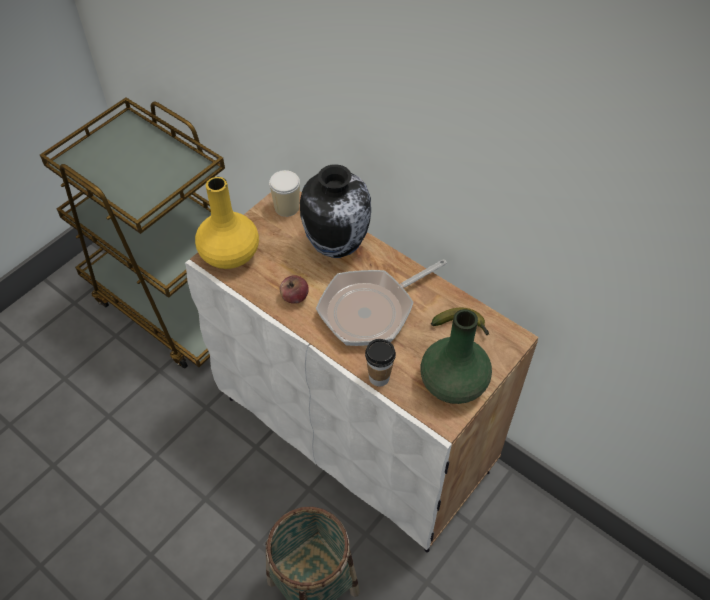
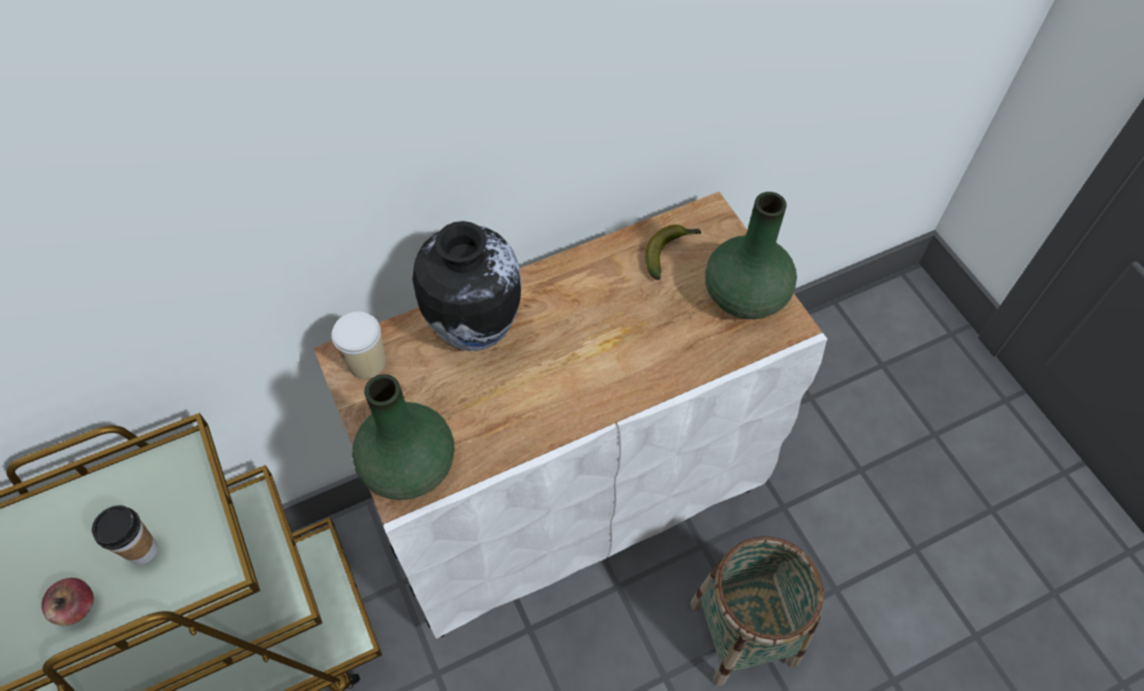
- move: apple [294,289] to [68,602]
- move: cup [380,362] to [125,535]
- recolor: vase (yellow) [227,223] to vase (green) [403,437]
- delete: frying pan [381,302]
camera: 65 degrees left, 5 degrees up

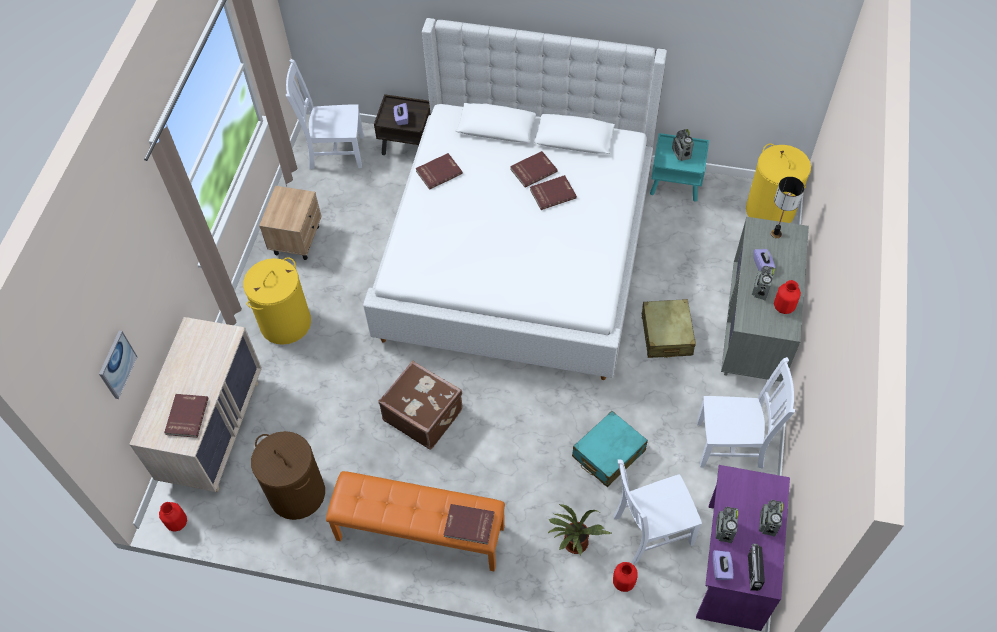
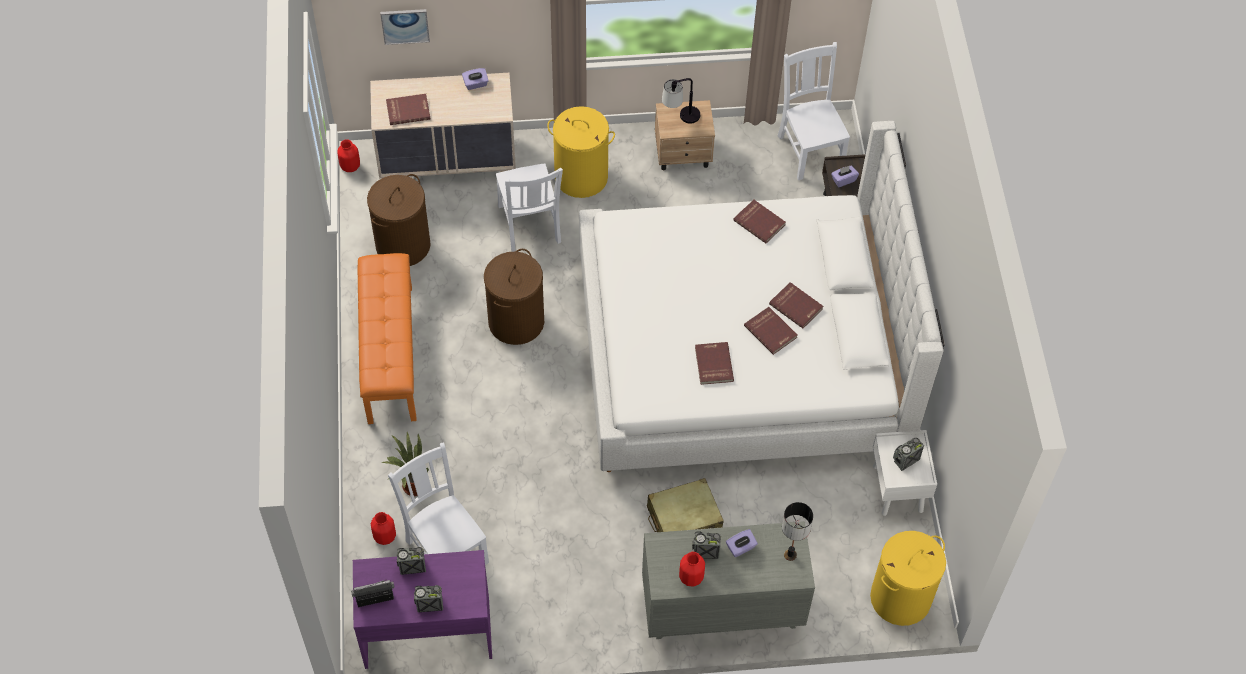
- move: tissue box (purple) [723,565] to [475,79]
- replace: suitcase (brown) [420,405] to laundry basket (brown) [514,297]
- move: chair (white) [746,413] to [529,208]
- insert: table lamp [681,101]
- move: book (red) [469,524] to [714,363]
- recolor: nightstand (turquoise) [679,167] to nightstand (white) [905,473]
- delete: suitcase (turquoise) [610,449]
camera: 70 degrees right, 0 degrees up

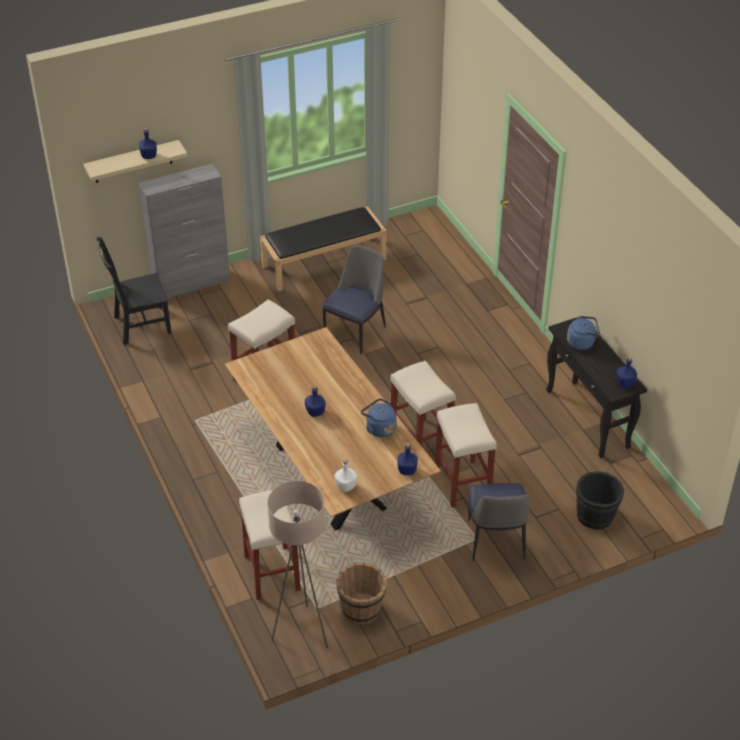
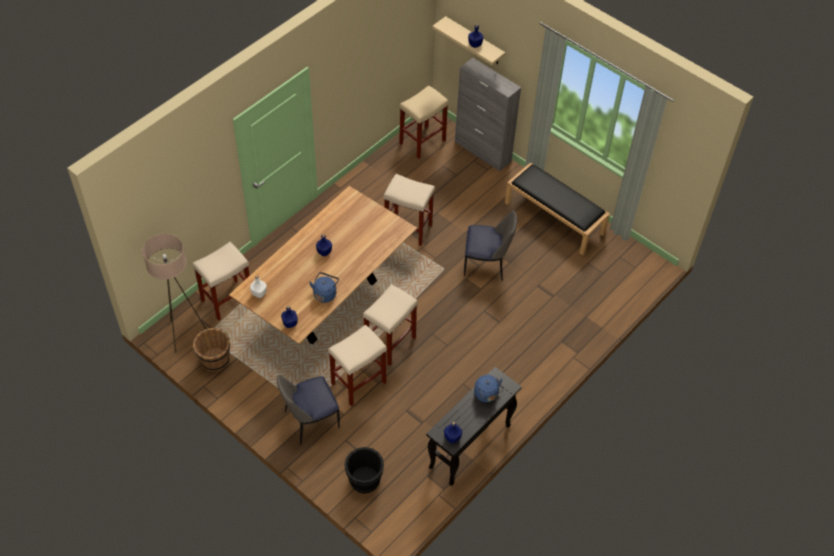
- replace: chair (black) [134,291] to stool (beige) [424,122]
camera: 65 degrees right, 10 degrees up

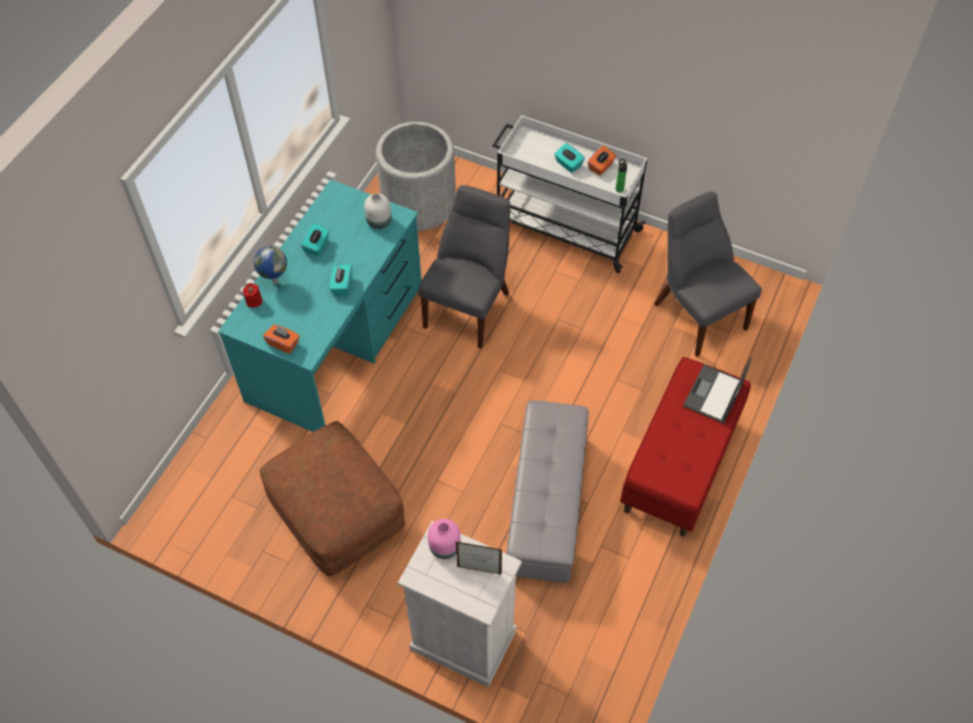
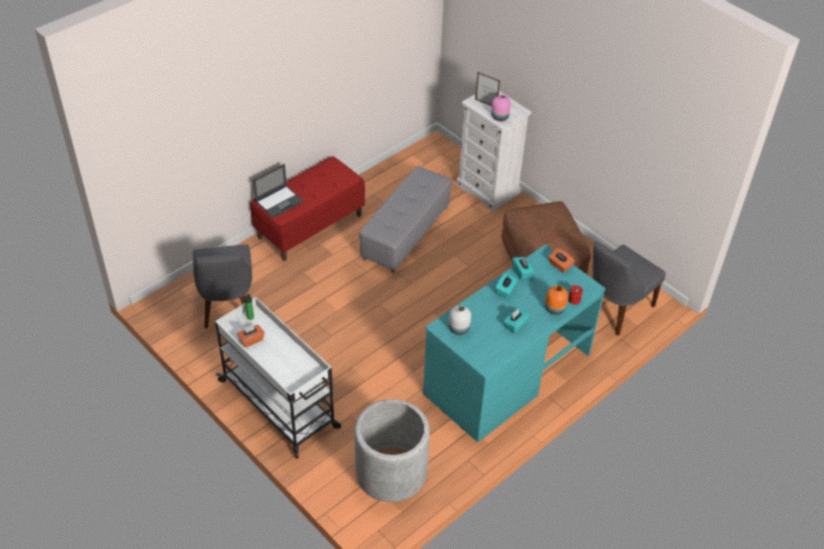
- move: tissue box (turquoise) [569,158] to [523,268]
- replace: globe [270,265] to vase (orange) [556,300]
- move: chair (grey) [464,267] to [629,288]
camera: 160 degrees left, 10 degrees down

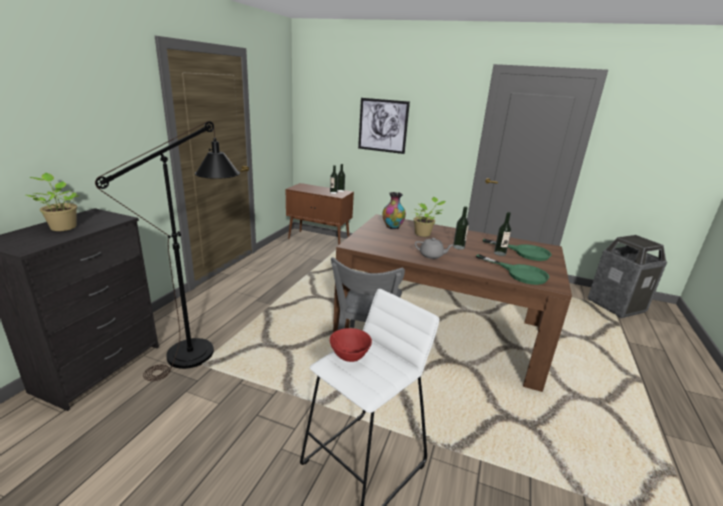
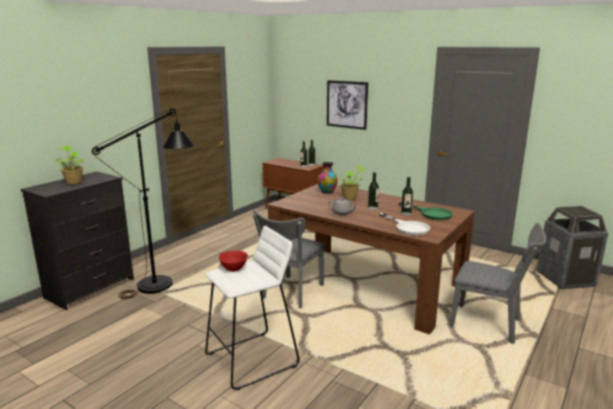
- recolor: frying pan (green) [512,269] to frying pan (white) [404,224]
- insert: chair (grey) [497,283]
camera: 15 degrees right, 5 degrees down

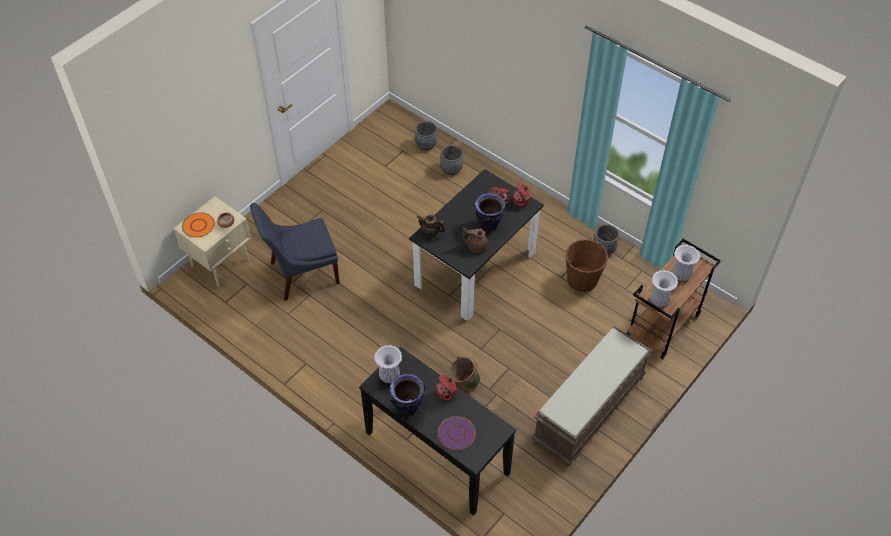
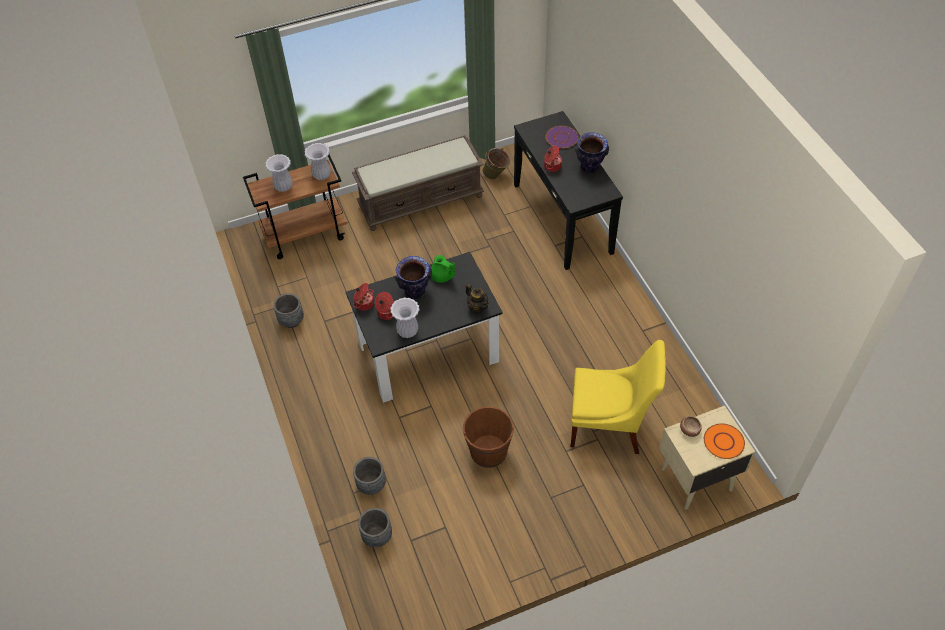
- move: vase (white) [388,364] to [405,317]
- recolor: teapot (brown) [475,240] to teapot (green) [443,269]
- move: bucket (brown) [586,265] to [488,437]
- move: bucket (green) [464,372] to [496,164]
- recolor: chair (blue) [295,252] to chair (yellow) [618,397]
camera: 150 degrees left, 0 degrees up

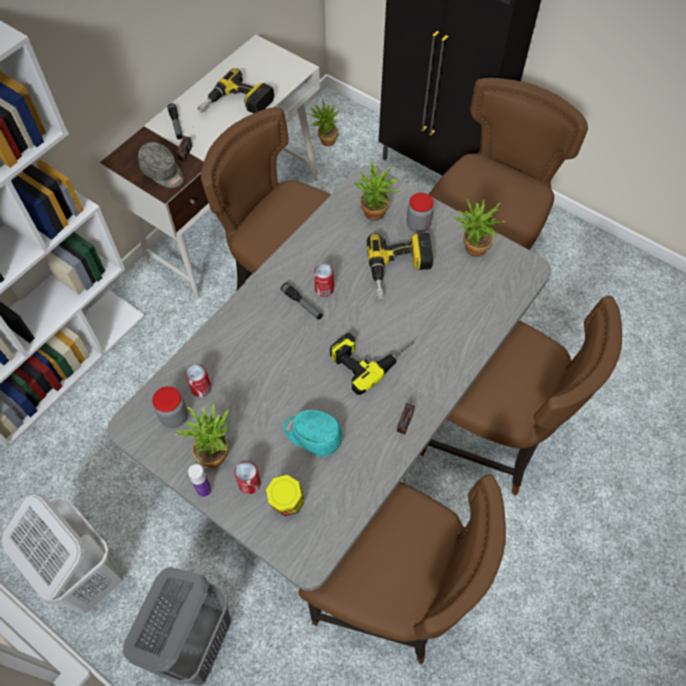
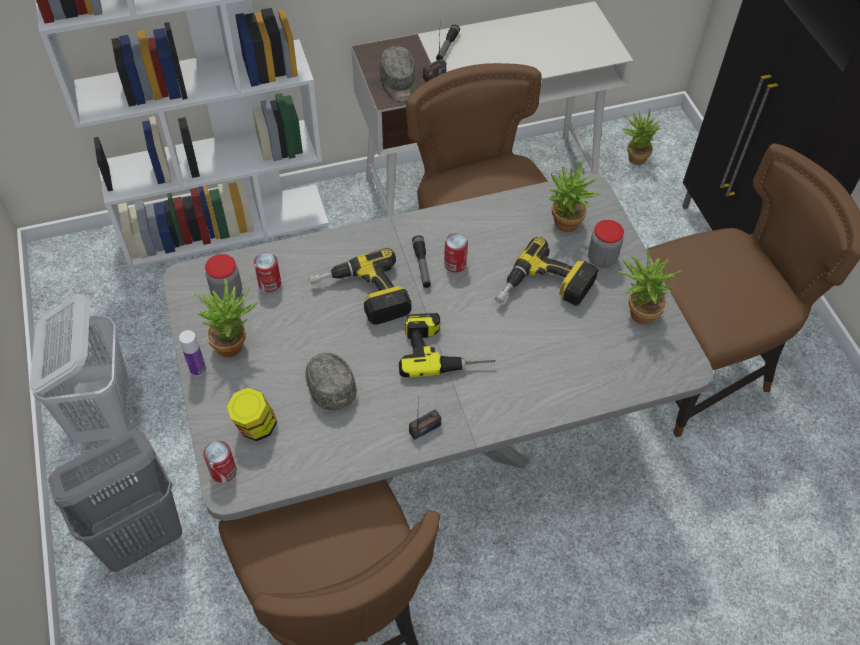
- move: can [247,477] to [220,462]
- recolor: cap (turquoise) [313,433] to cap (grey) [331,382]
- move: power drill [235,91] to [360,286]
- delete: chair (brown) [521,395]
camera: 35 degrees right, 5 degrees down

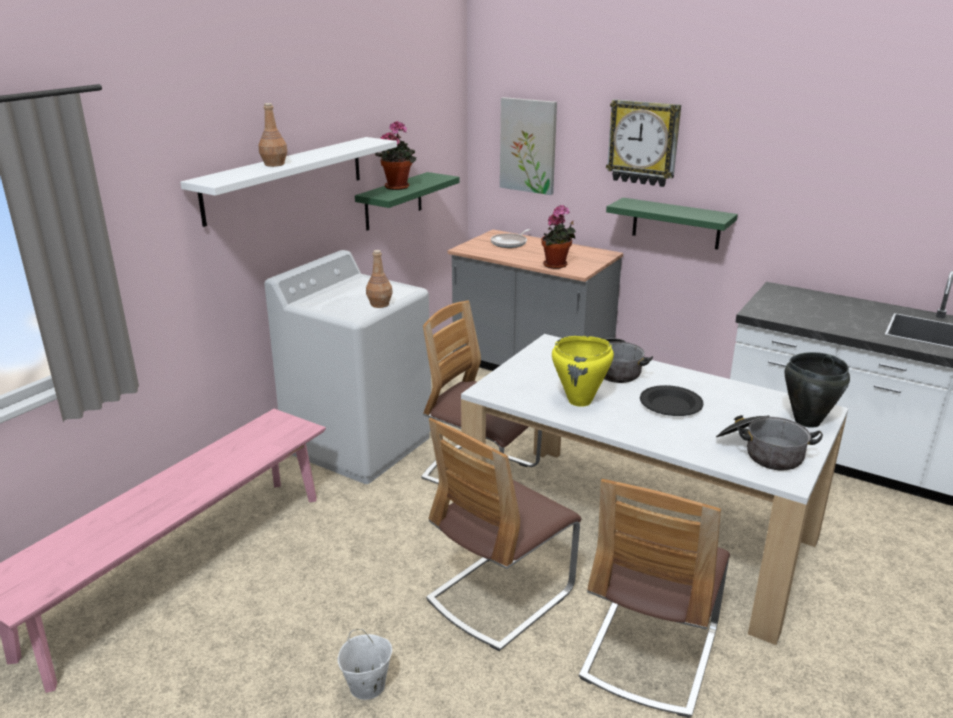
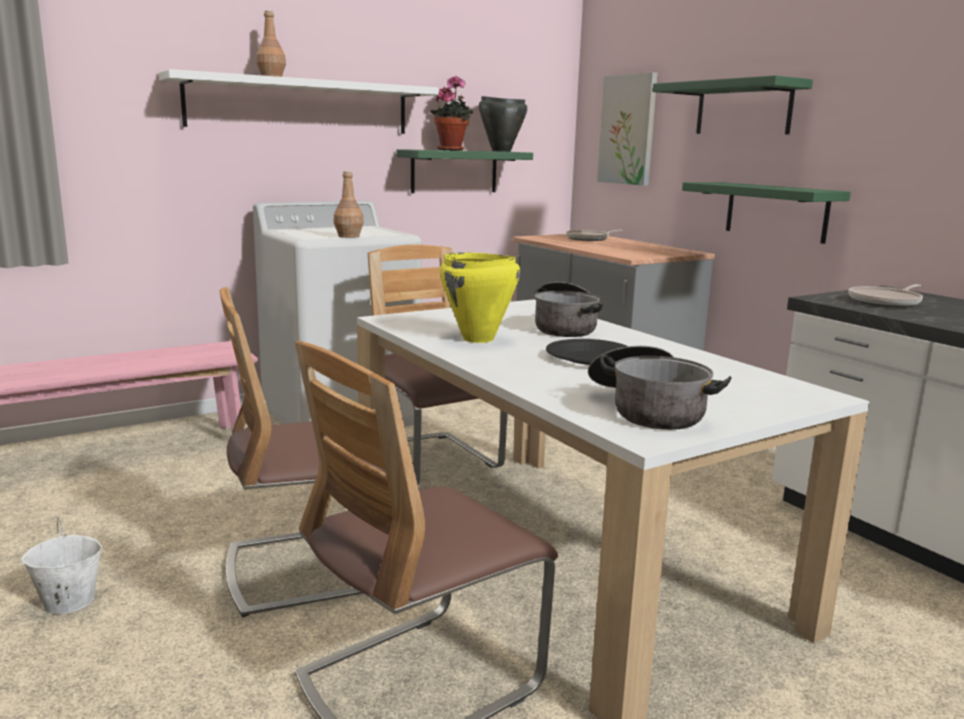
- move: cooking pot (black) [817,390] to [503,124]
- replace: wall clock [643,143] to shelf (green) [733,104]
- insert: frying pan [885,295]
- delete: potted plant [558,237]
camera: 25 degrees right, 10 degrees down

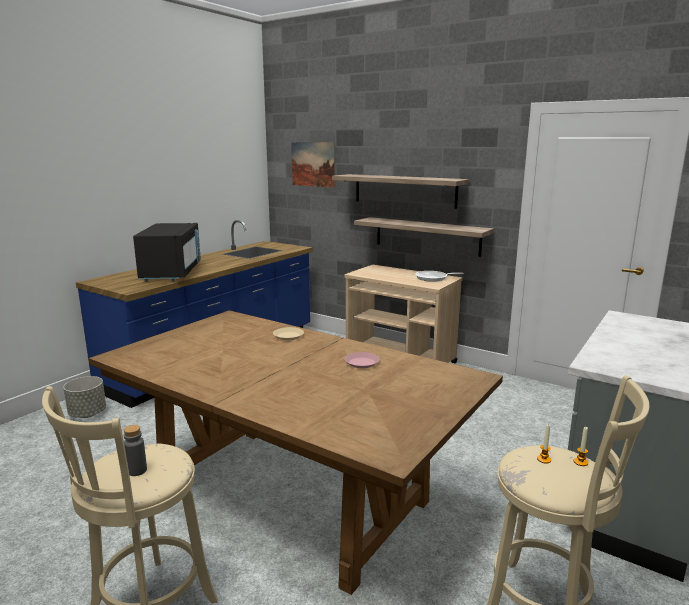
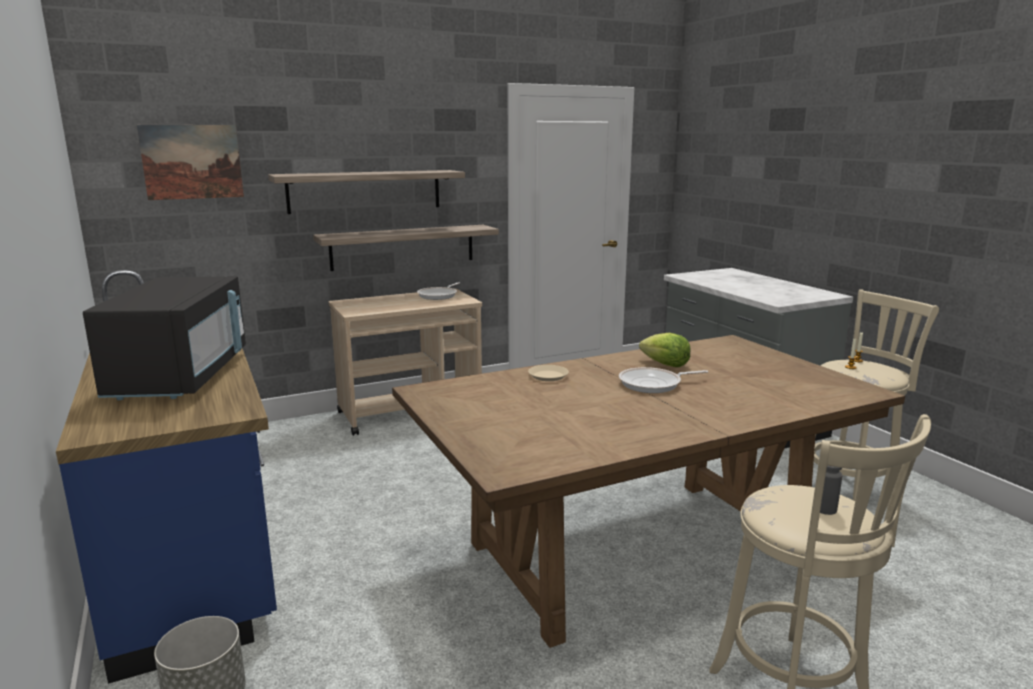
- rotate: microwave (black) [167,252] = [164,338] 60 degrees clockwise
- insert: frying pan [663,380]
- replace: plate (pink) [362,360] to lettuce [665,350]
camera: 60 degrees left, 0 degrees up

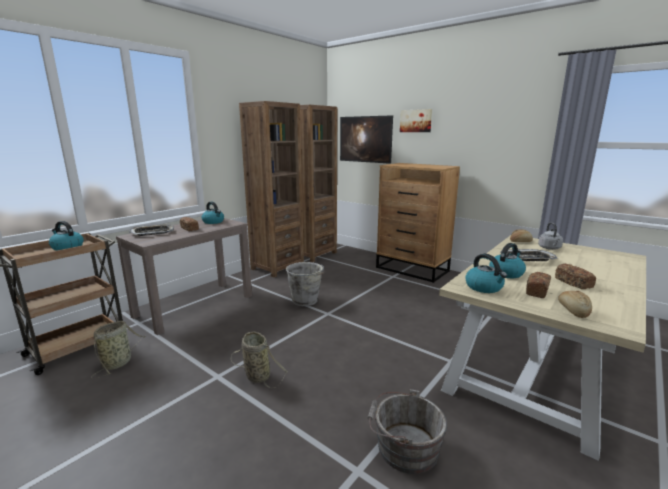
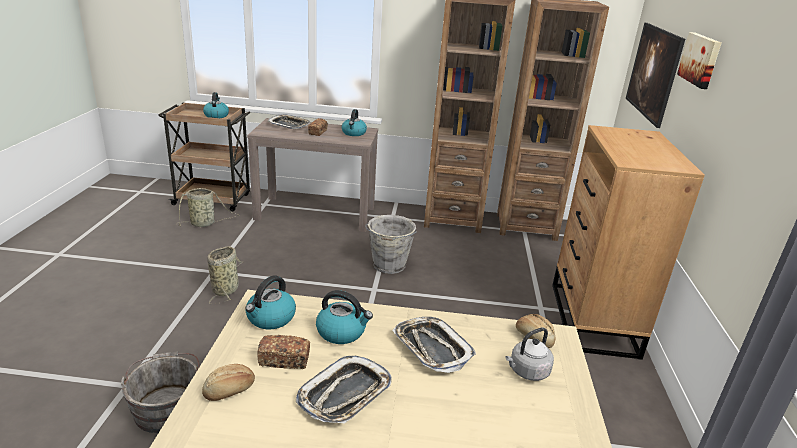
- replace: bread [575,276] to tray [344,389]
camera: 55 degrees right, 10 degrees up

